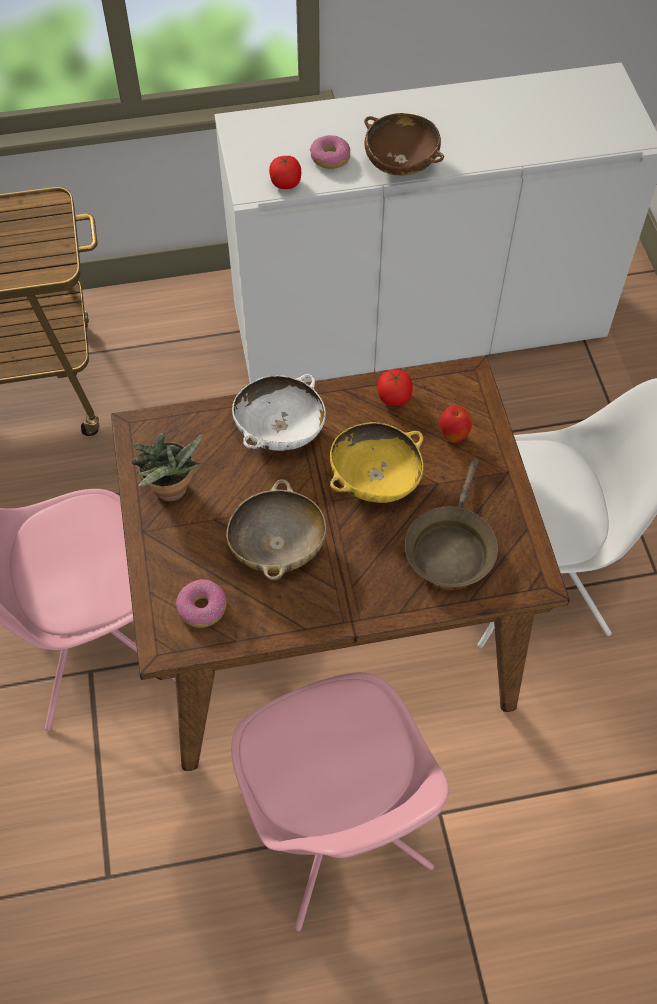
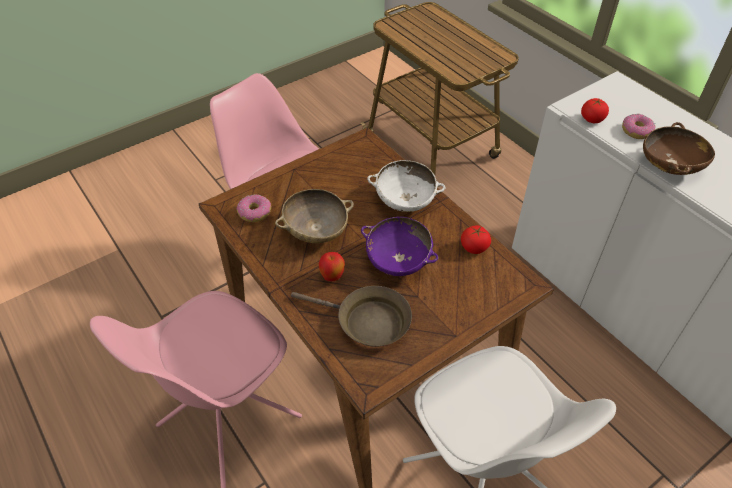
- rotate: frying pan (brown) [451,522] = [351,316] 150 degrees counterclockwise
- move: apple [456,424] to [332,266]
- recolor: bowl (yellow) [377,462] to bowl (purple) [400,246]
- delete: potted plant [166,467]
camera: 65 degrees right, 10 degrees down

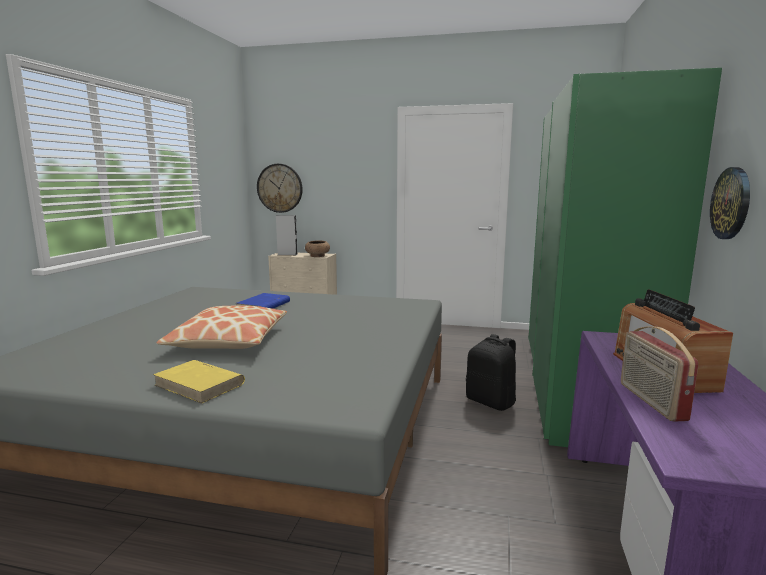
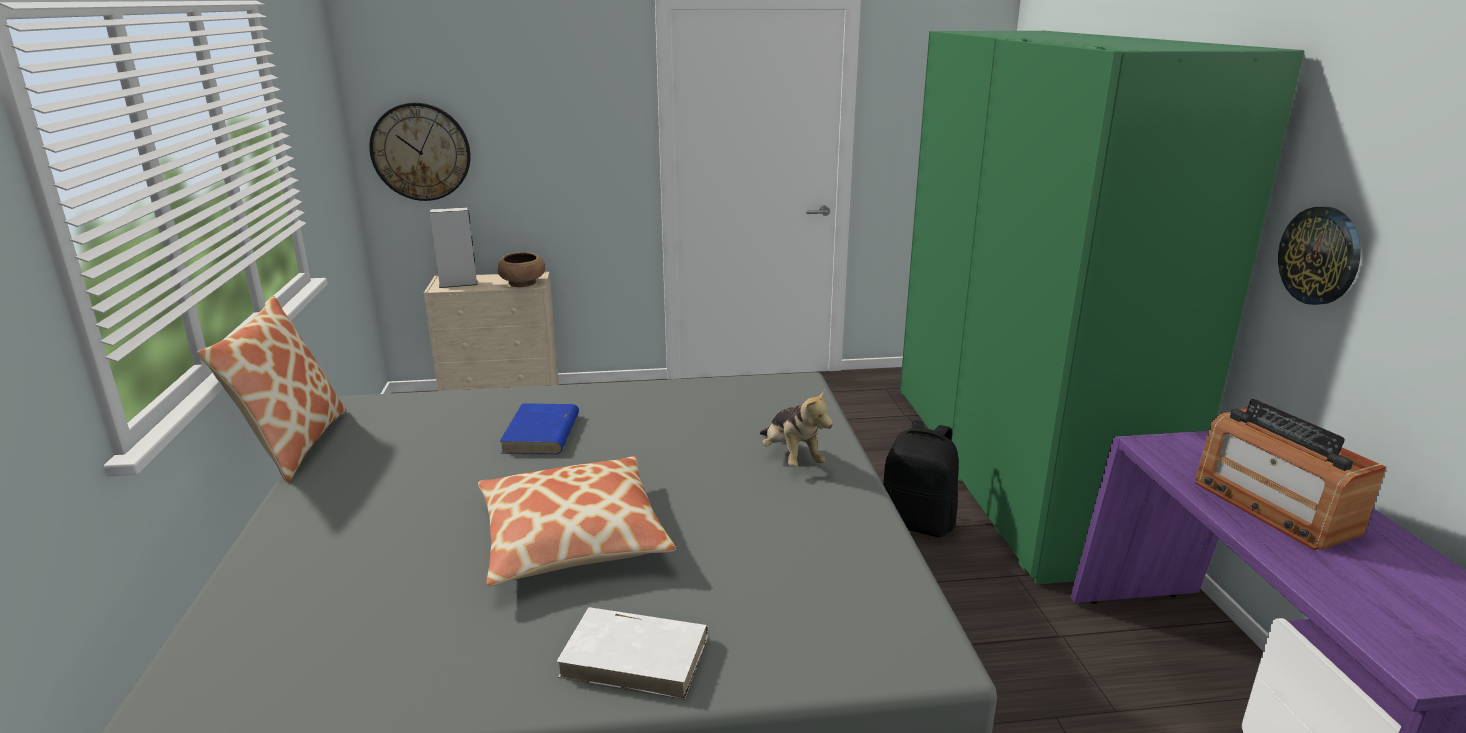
- insert: pillow [272,389]
- recolor: book (yellow) [199,382] to book (white) [632,653]
- insert: plush toy [796,428]
- delete: radio [660,374]
camera: 20 degrees left, 10 degrees up

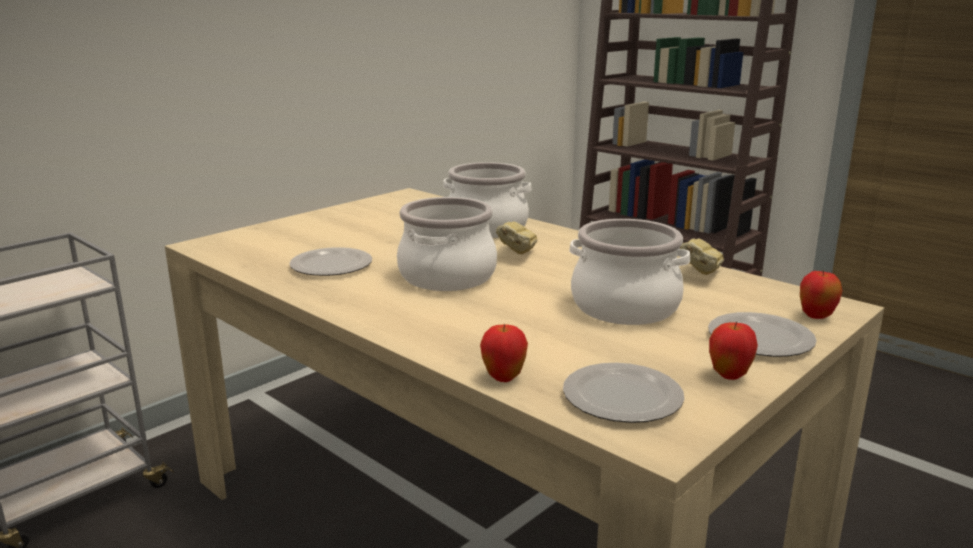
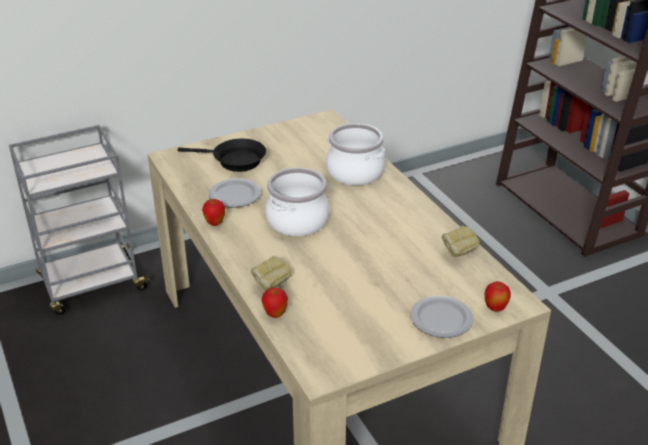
- insert: frying pan (black) [222,155]
- move: apple [733,350] to [213,212]
- move: bread [516,238] to [271,273]
- delete: plate [624,393]
- delete: cooking pot [629,272]
camera: 20 degrees right, 15 degrees up

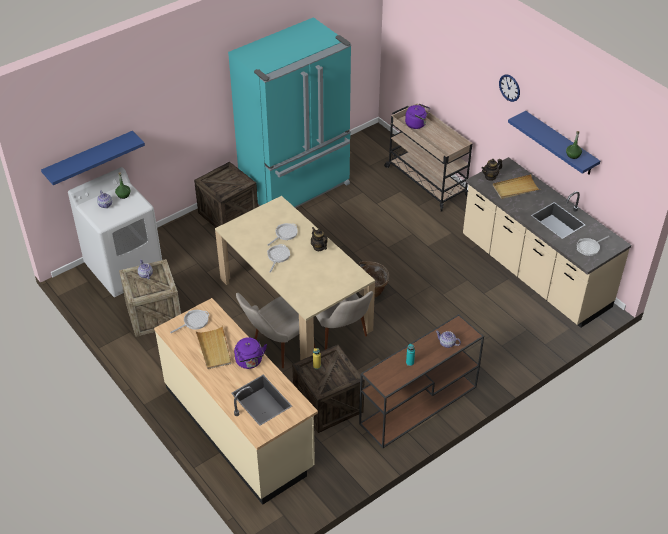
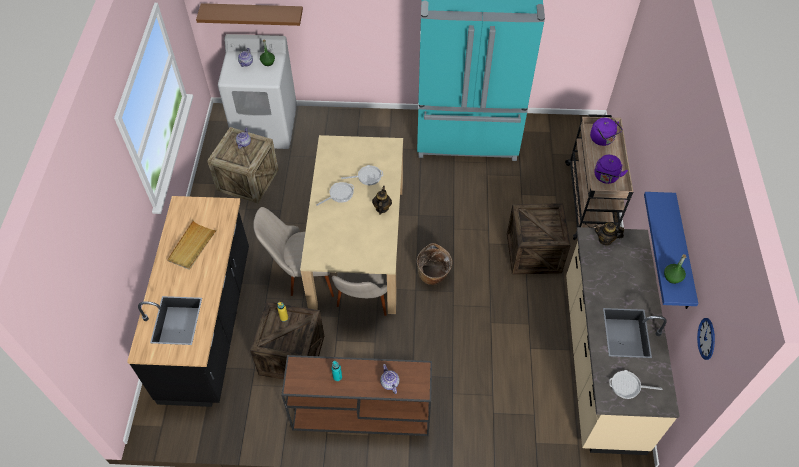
- recolor: counter (beige) [236,401] to counter (black) [188,301]
- recolor: shelf (blue) [93,158] to shelf (brown) [249,14]
- move: crate [226,195] to [539,238]
- move: kettle (purple) [250,353] to [611,169]
- move: wall clock [509,88] to [706,339]
- delete: frying pan [189,321]
- delete: tray (beige) [517,186]
camera: 40 degrees right, 10 degrees up

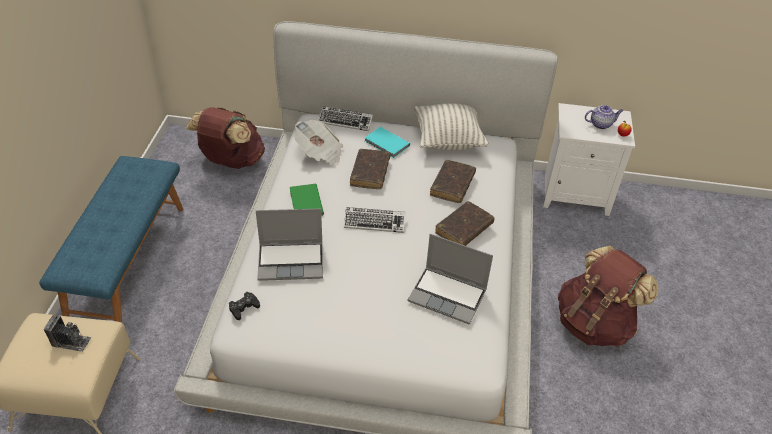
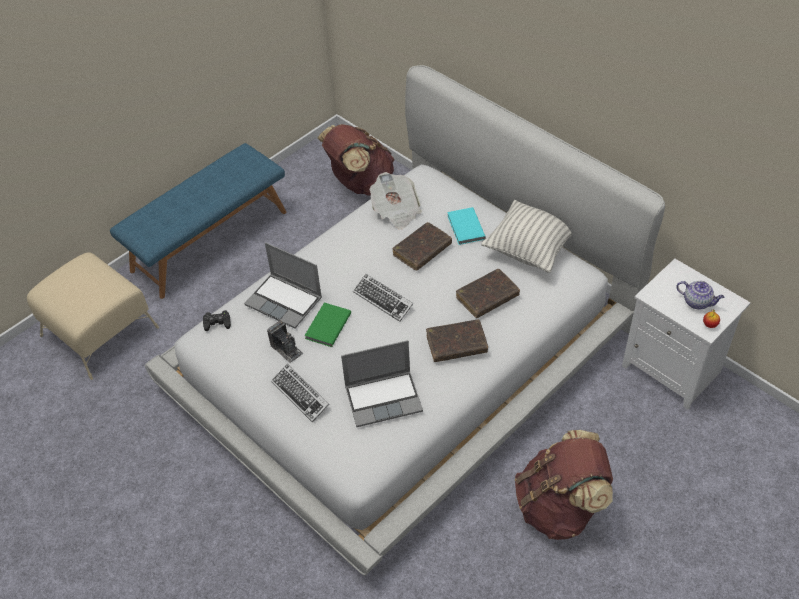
- move: photo camera [67,333] to [285,341]
- move: keyboard [345,118] to [300,393]
- move: book (green) [307,200] to [327,325]
- rotate: laptop [450,279] = [382,383] 75 degrees counterclockwise
camera: 40 degrees right, 5 degrees up

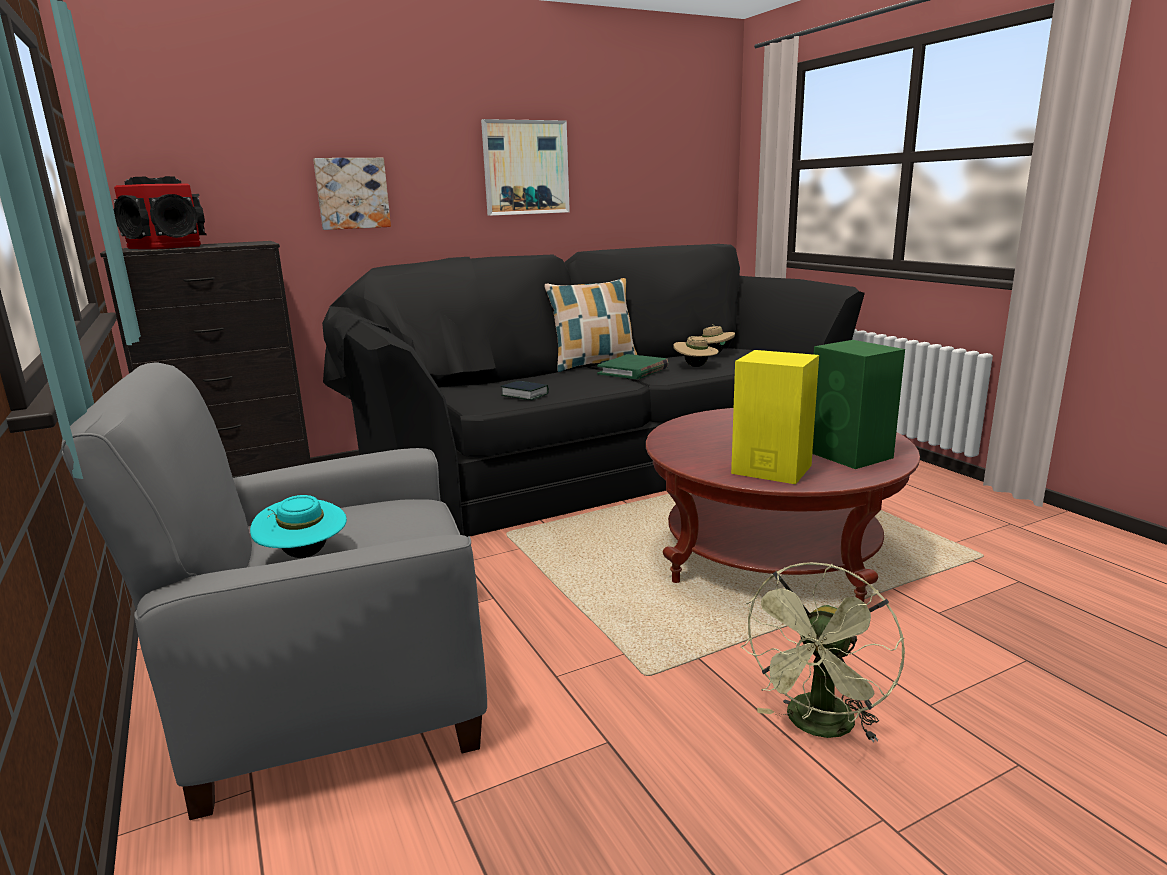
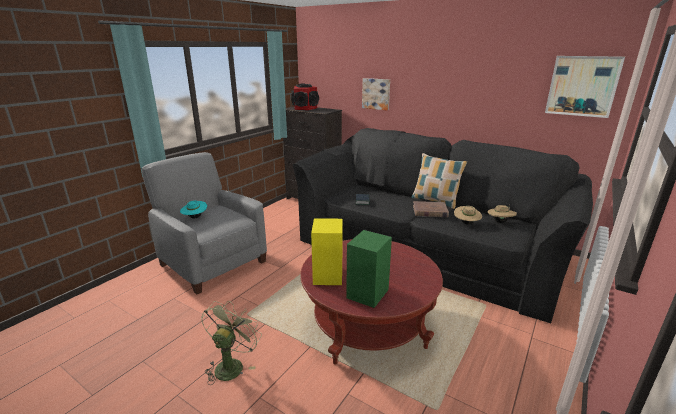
- rotate: fan (green) [823,652] = [231,343] 105 degrees clockwise
- recolor: book (green) [633,366] to book (brown) [431,209]
- move: picture [525,167] to [585,87]
camera: 60 degrees right, 5 degrees up

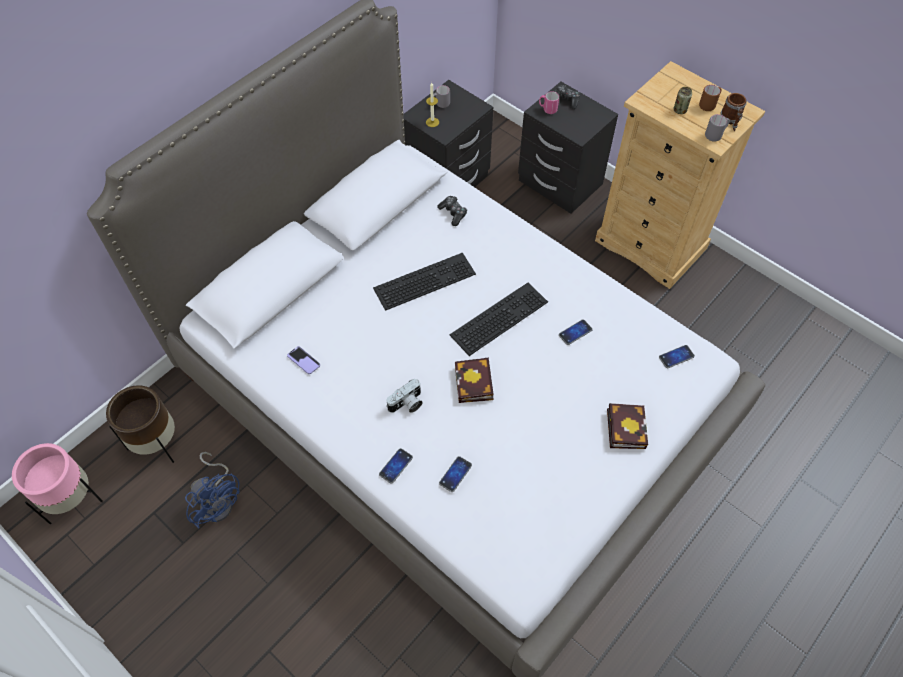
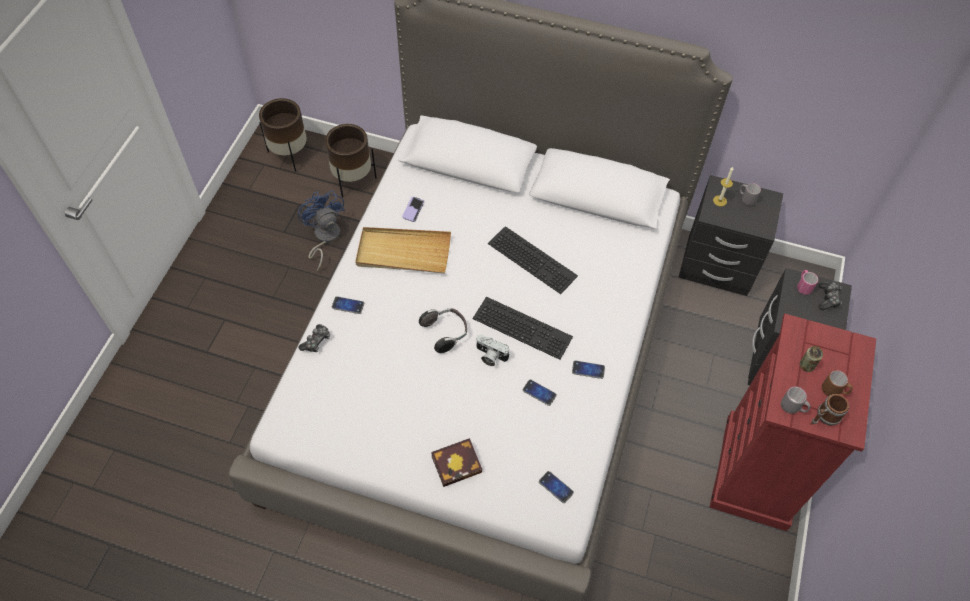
- recolor: planter (pink) [57,484] to planter (brown) [283,135]
- rotate: fan (blue) [212,490] = [321,231] 135 degrees clockwise
- move: game controller [452,211] to [314,338]
- insert: tray (beige) [403,250]
- replace: book [474,380] to headphones [443,330]
- move: photo camera [405,396] to [493,350]
- move: phone [455,474] to [588,370]
- recolor: dresser (beige) [680,175] to dresser (red) [792,422]
camera: 65 degrees right, 0 degrees up

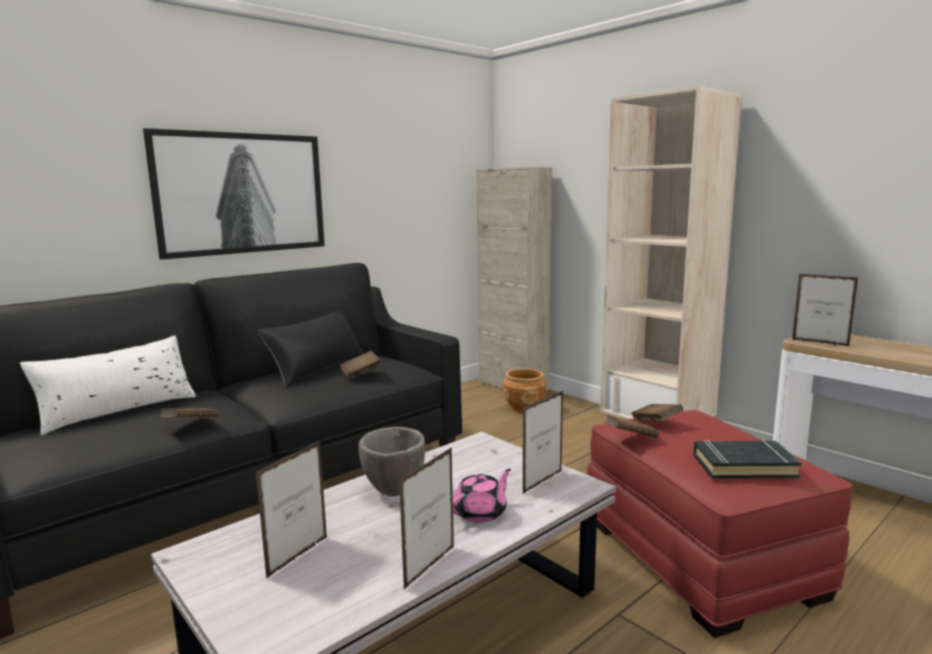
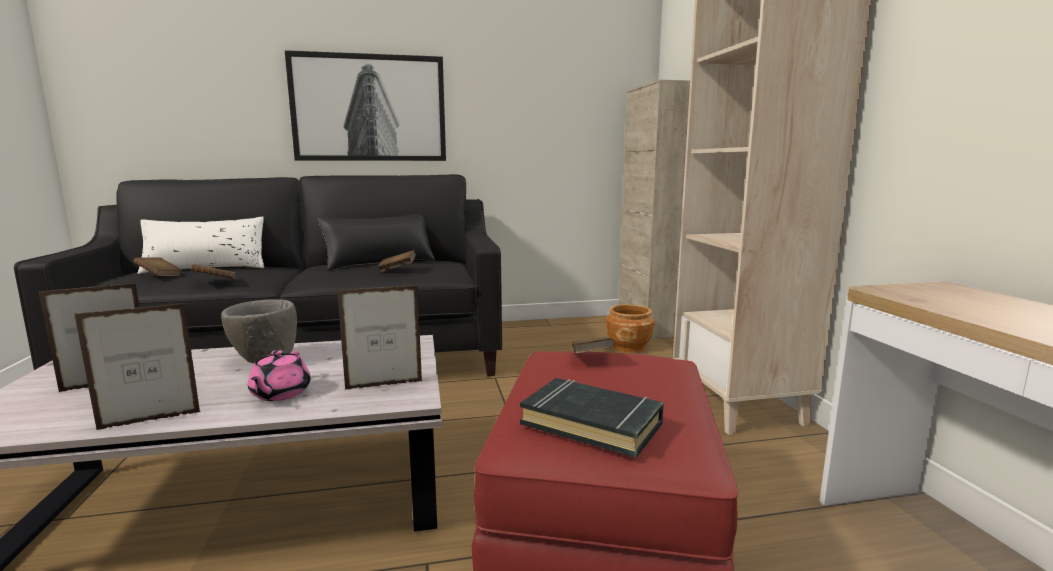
- move: book (brown) [632,426] to [157,266]
- rotate: teapot (pink) [482,496] = [279,375] 105 degrees clockwise
- delete: picture frame [825,310]
camera: 30 degrees right, 0 degrees up

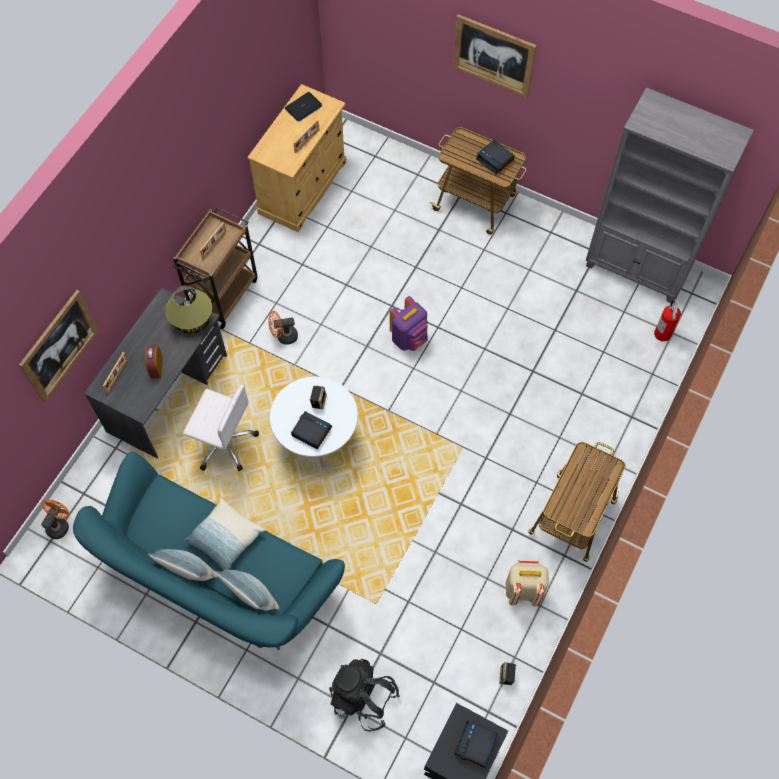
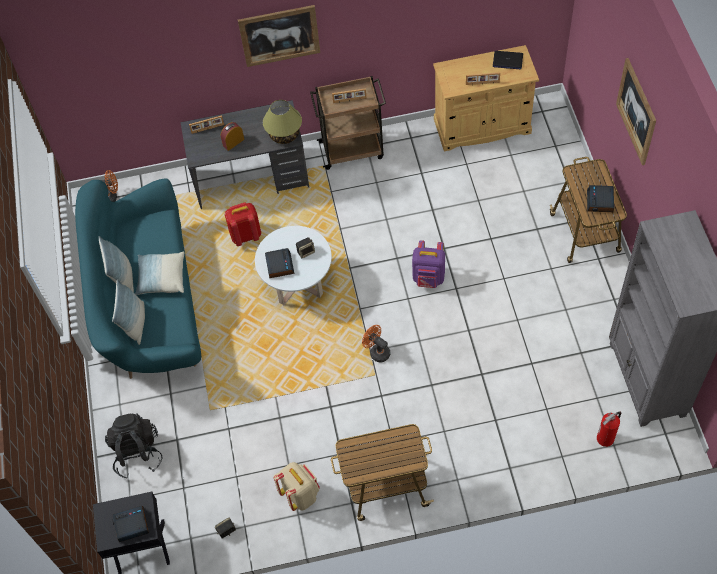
- replace: office chair (white) [221,428] to backpack (red) [243,224]
- move: picture [58,346] to [279,36]
- move: fan (orange) [283,327] to [376,343]
camera: 55 degrees right, 5 degrees down

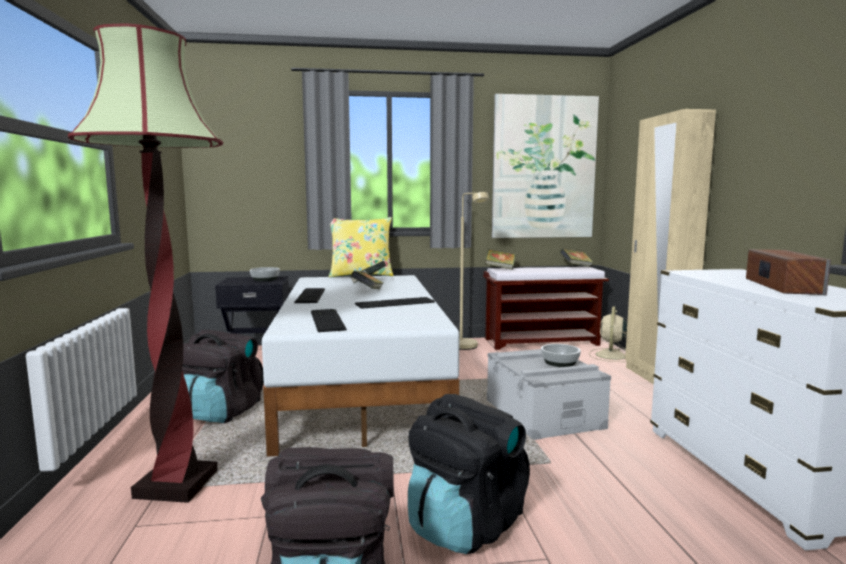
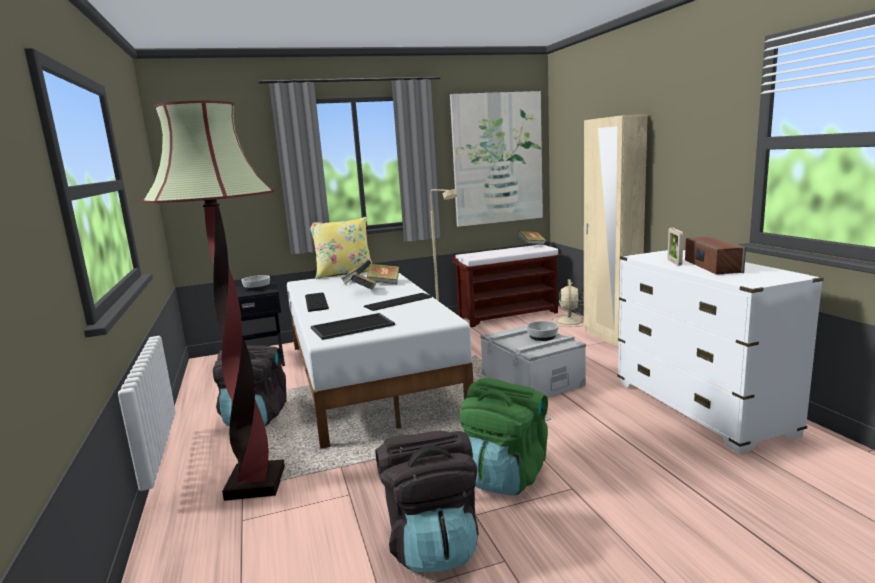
- replace: keyboard [329,320] to tray [353,326]
- move: book [500,259] to [383,273]
- recolor: backpack (black) [469,474] to backpack (green) [504,436]
- insert: picture frame [676,246]
camera: 10 degrees left, 5 degrees up

